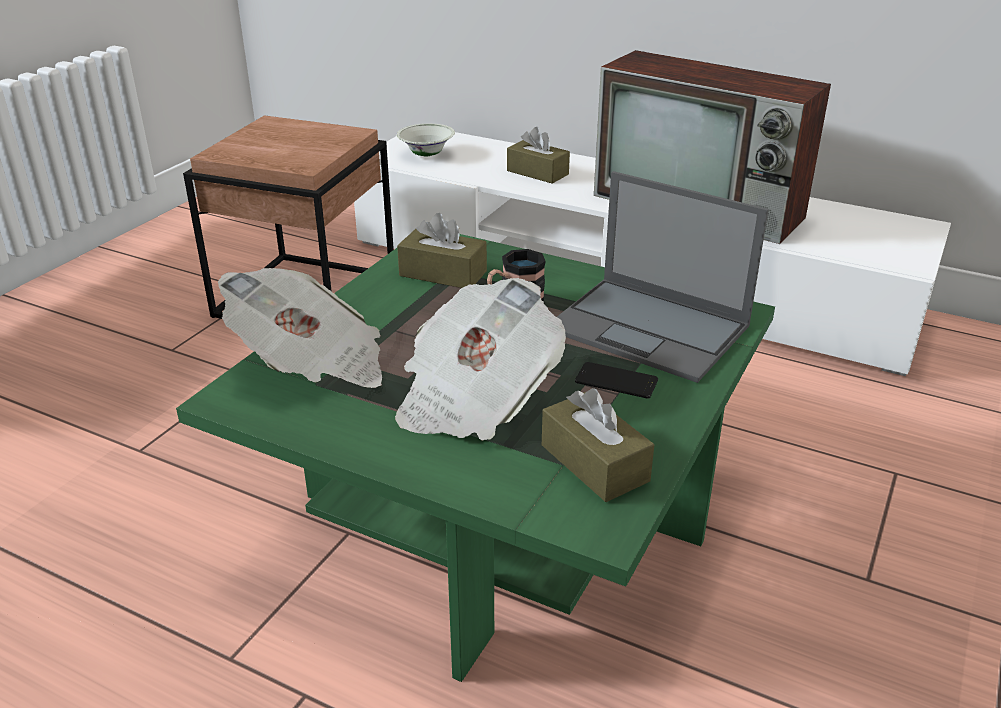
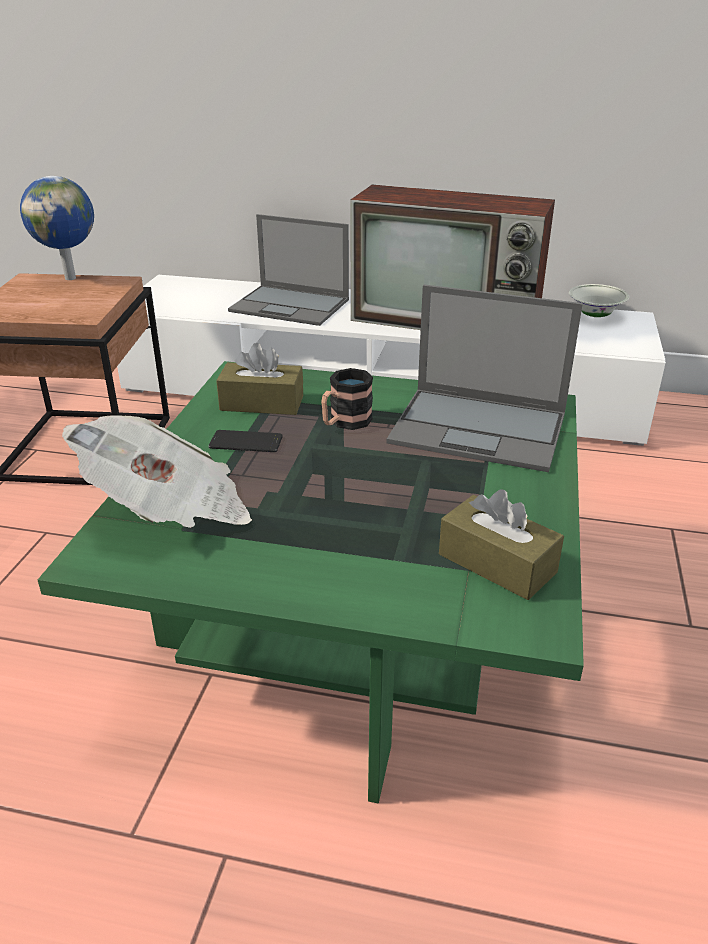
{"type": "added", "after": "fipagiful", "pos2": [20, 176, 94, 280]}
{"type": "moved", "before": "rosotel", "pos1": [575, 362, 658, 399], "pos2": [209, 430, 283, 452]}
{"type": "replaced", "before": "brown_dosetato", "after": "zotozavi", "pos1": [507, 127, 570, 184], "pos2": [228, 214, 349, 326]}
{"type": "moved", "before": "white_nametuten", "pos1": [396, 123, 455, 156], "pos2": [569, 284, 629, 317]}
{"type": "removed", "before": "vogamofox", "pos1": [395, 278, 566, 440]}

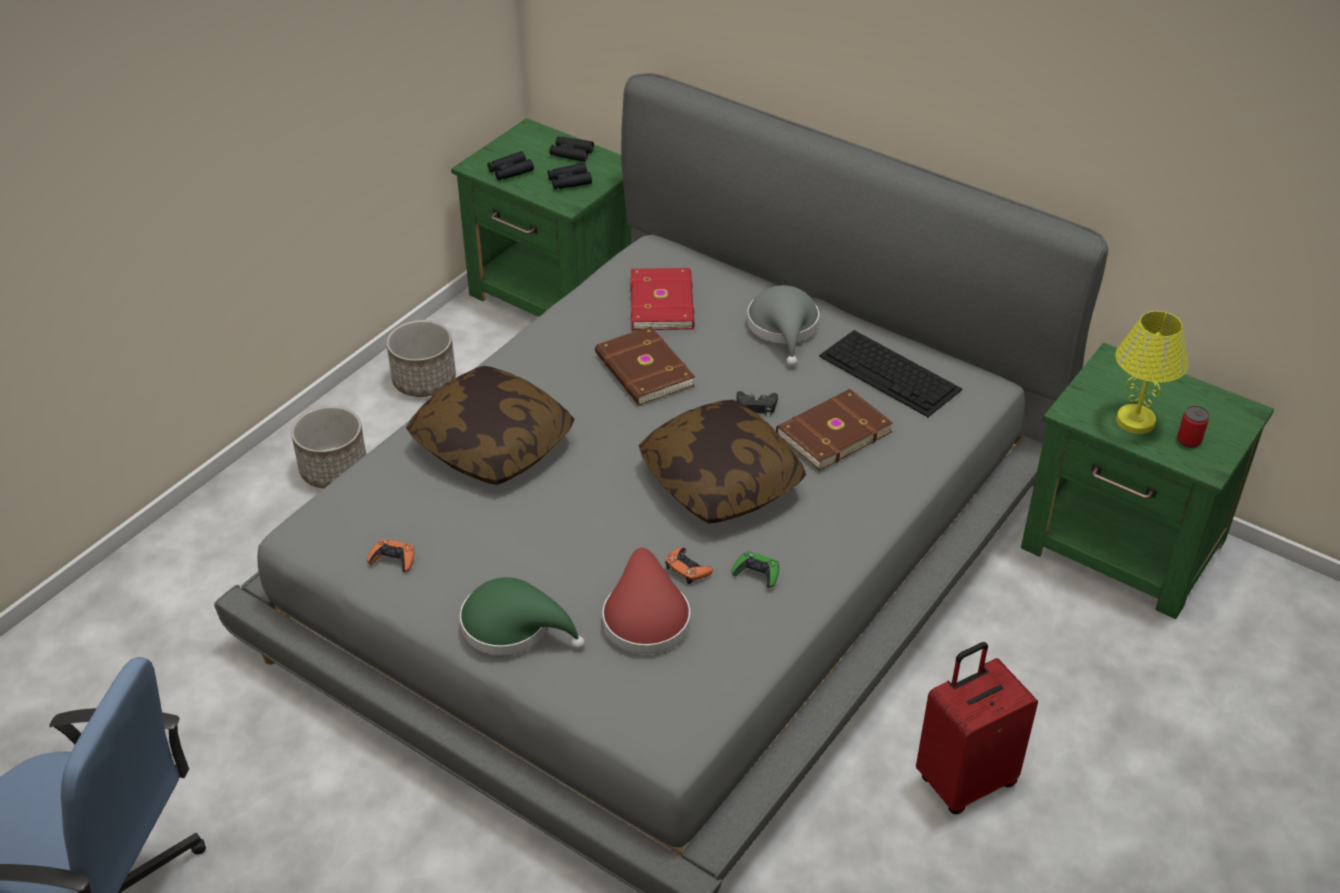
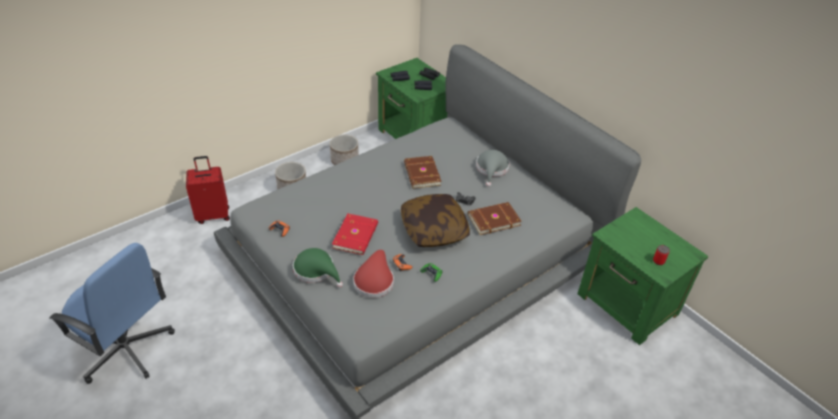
{"type": "moved", "before": "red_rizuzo", "pos1": [916, 642, 1038, 814], "pos2": [186, 156, 230, 224]}
{"type": "moved", "before": "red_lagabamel", "pos1": [630, 268, 695, 330], "pos2": [332, 213, 378, 255]}
{"type": "removed", "before": "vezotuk", "pos1": [406, 366, 575, 485]}
{"type": "removed", "before": "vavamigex", "pos1": [819, 330, 963, 417]}
{"type": "removed", "before": "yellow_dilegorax", "pos1": [1115, 311, 1188, 434]}

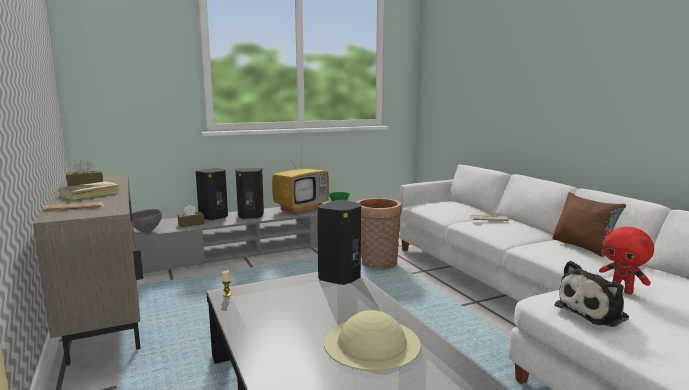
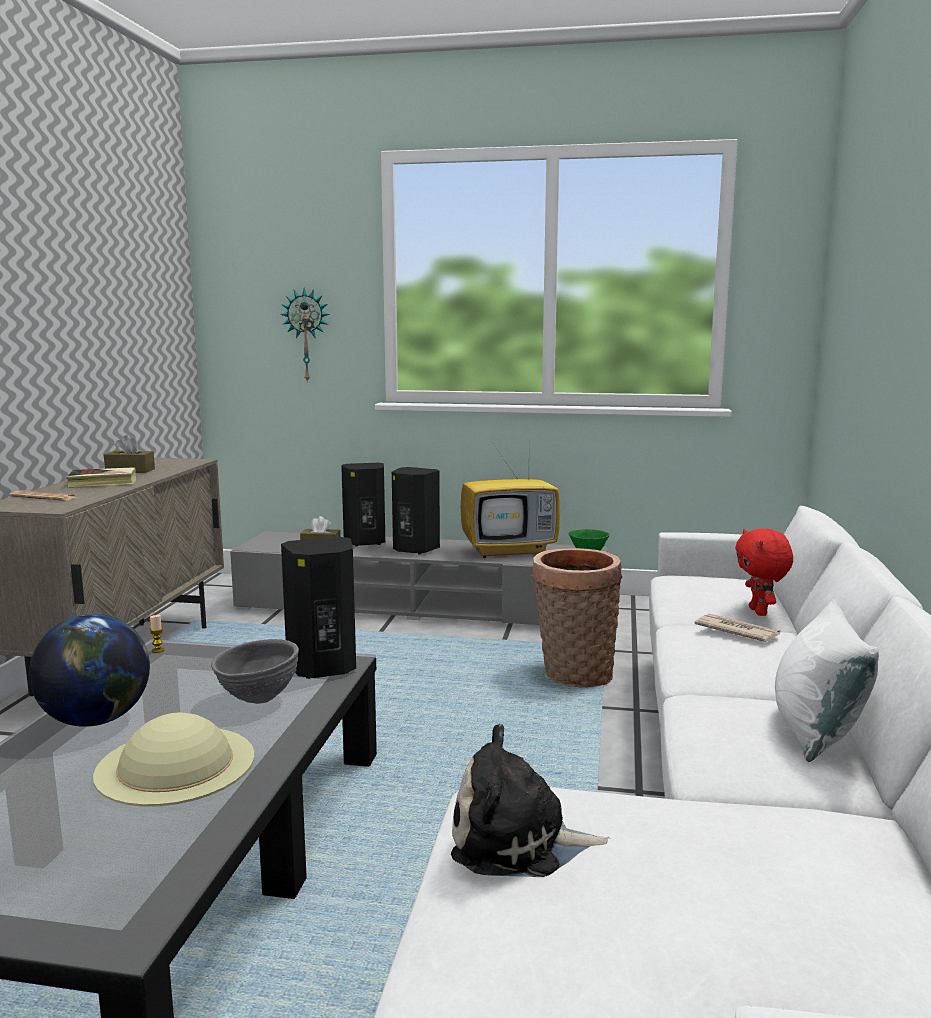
{"type": "added", "after": "fipagiful", "pos2": [29, 614, 150, 727]}
{"type": "moved", "before": "grey_nametuten", "pos1": [132, 209, 162, 232], "pos2": [211, 639, 299, 704]}
{"type": "added", "after": "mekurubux", "pos2": [280, 288, 330, 383]}
{"type": "moved", "before": "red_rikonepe", "pos1": [599, 227, 654, 295], "pos2": [735, 529, 793, 616]}
{"type": "recoloured", "before": "brown_vezotuk", "after": "white_vezotuk", "pos1": [552, 192, 626, 257], "pos2": [775, 599, 879, 762]}

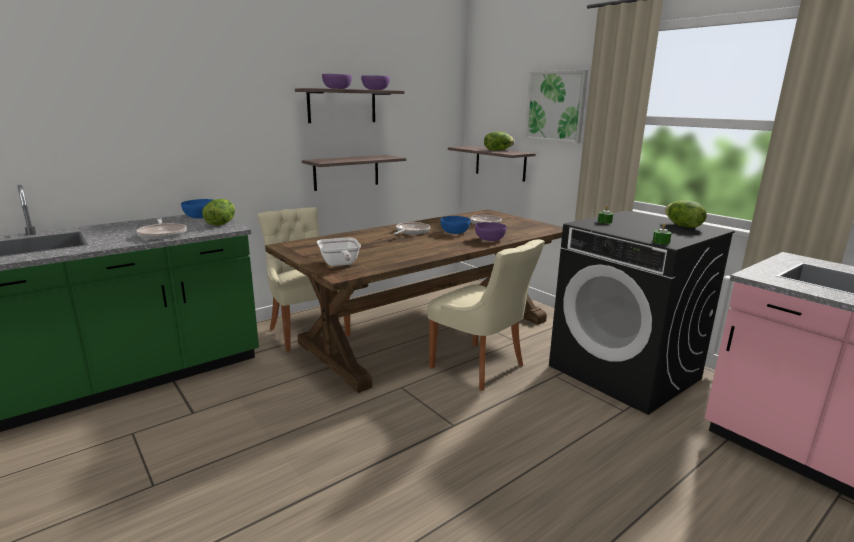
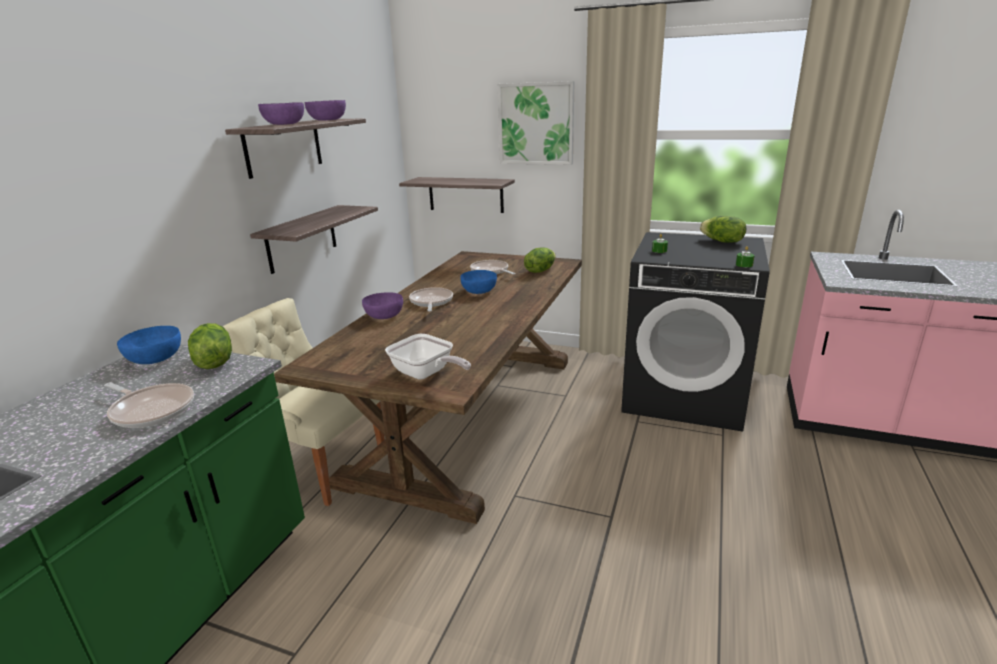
{"type": "moved", "before": "purple_nametuten", "pos1": [475, 222, 507, 241], "pos2": [362, 292, 403, 319]}
{"type": "moved", "before": "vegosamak", "pos1": [484, 132, 515, 151], "pos2": [524, 247, 556, 273]}
{"type": "removed", "before": "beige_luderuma", "pos1": [427, 239, 545, 391]}

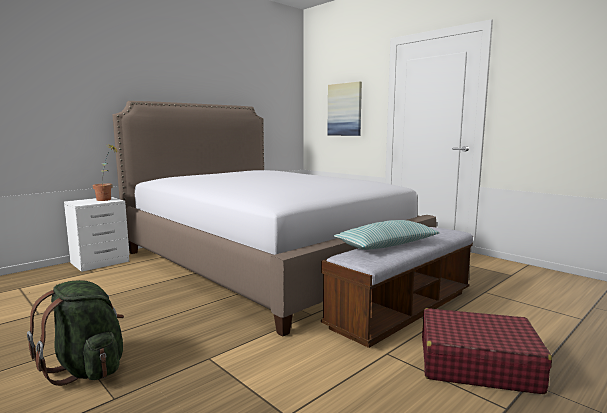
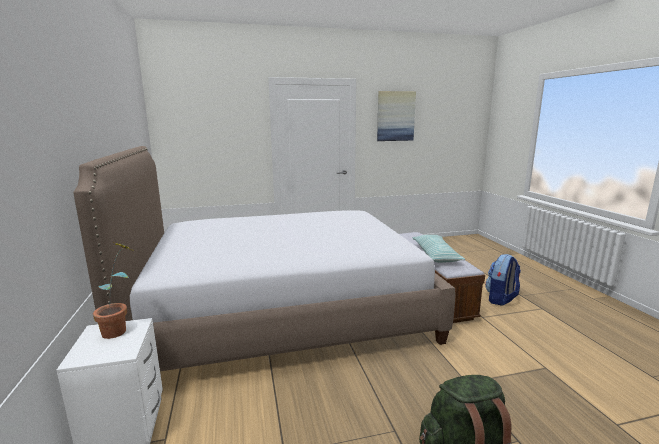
{"type": "moved", "before": "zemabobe", "pos1": [327, 82, 362, 136], "pos2": [377, 91, 416, 141]}
{"type": "replaced", "before": "red_rizuzo", "after": "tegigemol", "pos1": [422, 308, 552, 394], "pos2": [485, 254, 521, 306]}

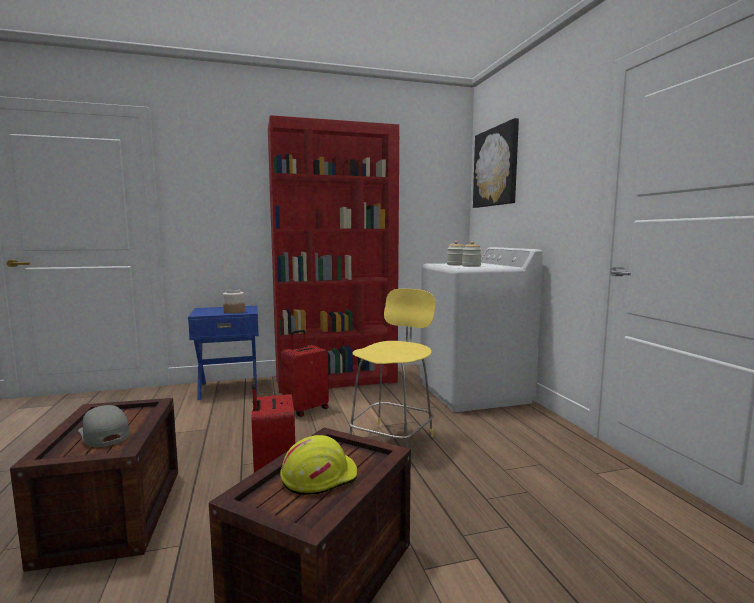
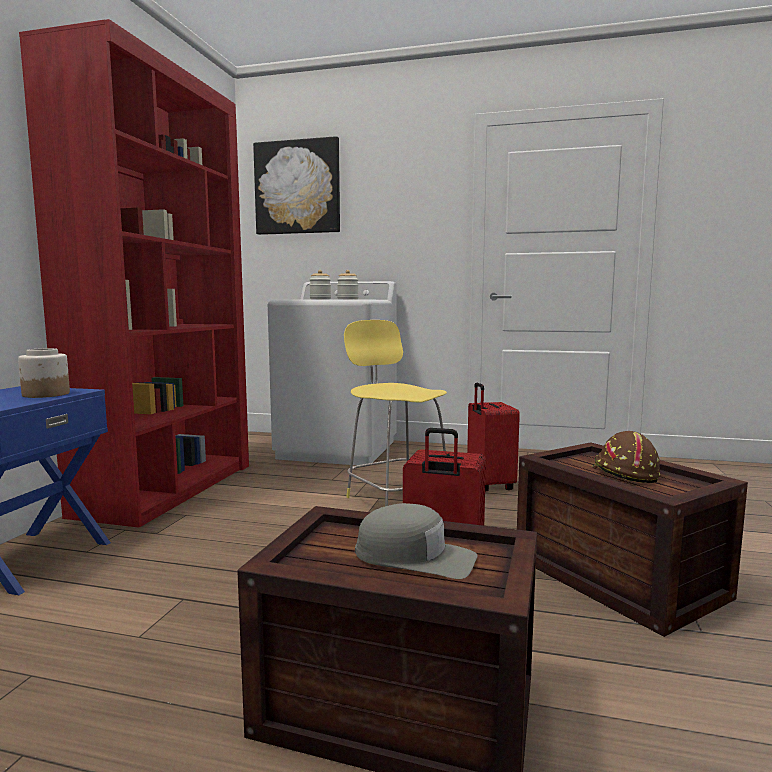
{"type": "turned", "before": "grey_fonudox", "pos1": [78, 405, 130, 447], "pos2": [355, 503, 478, 579], "turn": -150}
{"type": "moved", "before": "red_rizuzo", "pos1": [281, 330, 329, 417], "pos2": [467, 383, 520, 492]}
{"type": "recoloured", "before": "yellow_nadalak", "after": "brown_nadalak", "pos1": [280, 435, 358, 495], "pos2": [592, 431, 661, 483]}

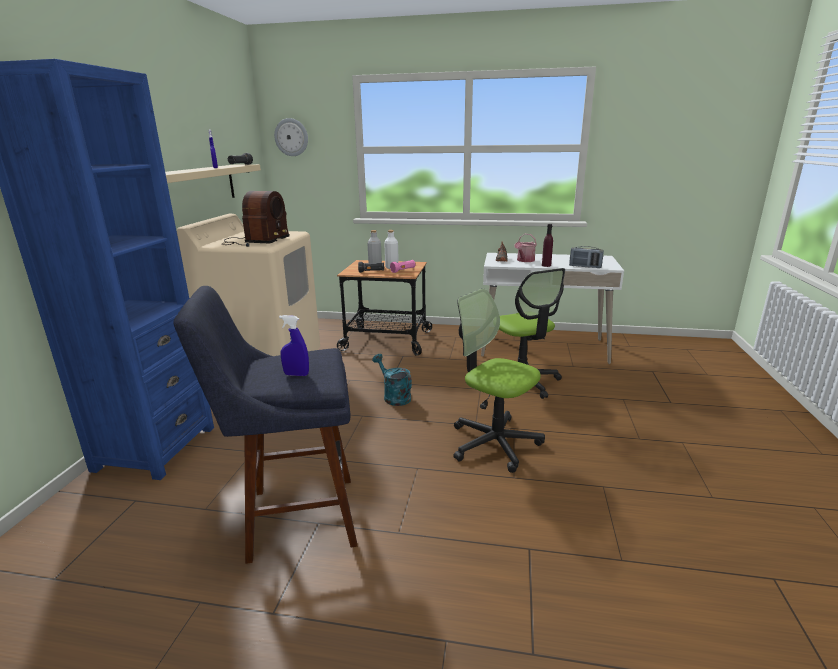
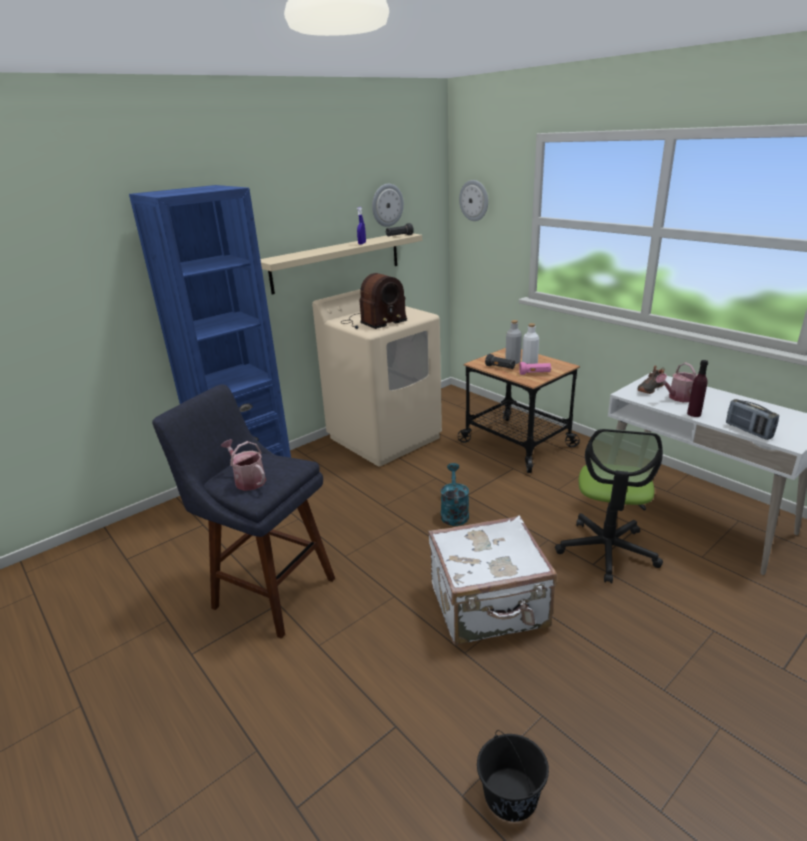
{"type": "replaced", "before": "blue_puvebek", "after": "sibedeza", "pos1": [279, 315, 309, 376], "pos2": [220, 439, 266, 491]}
{"type": "added", "after": "mekurubux", "pos2": [372, 184, 404, 227]}
{"type": "replaced", "before": "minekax", "after": "white_rizuzo", "pos1": [453, 288, 545, 473], "pos2": [428, 515, 557, 645]}
{"type": "added", "after": "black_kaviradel", "pos2": [477, 730, 549, 822]}

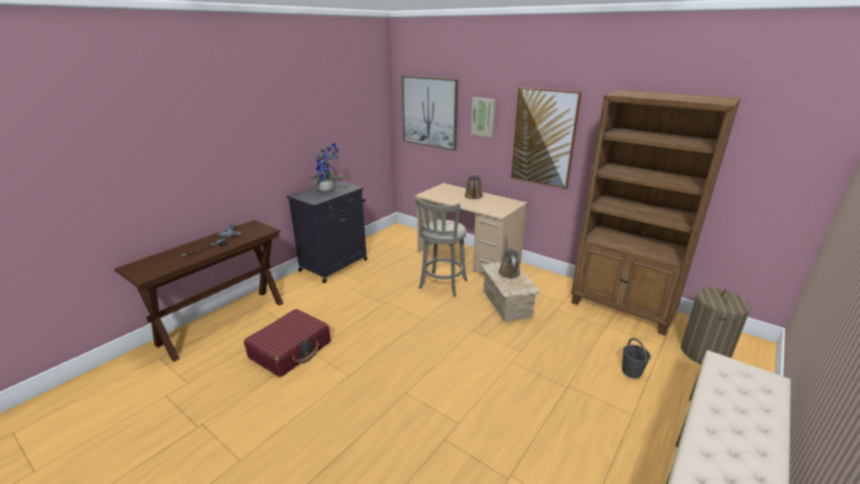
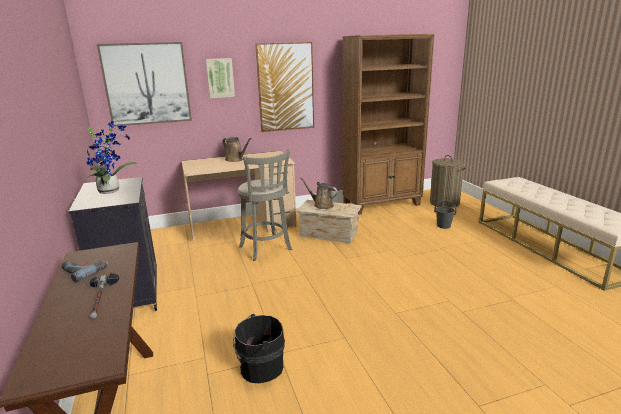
{"type": "replaced", "before": "red_rizuzo", "after": "black_kaviradel", "pos1": [244, 309, 331, 377], "pos2": [233, 314, 285, 383]}

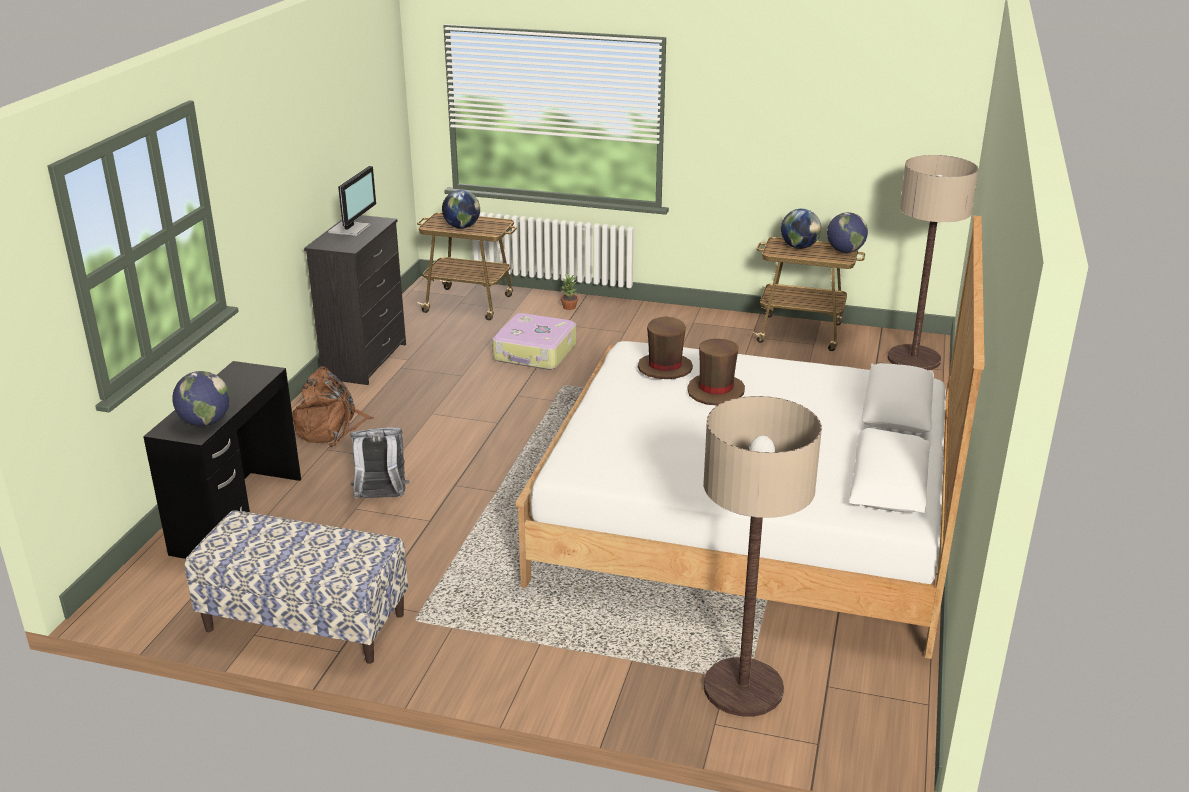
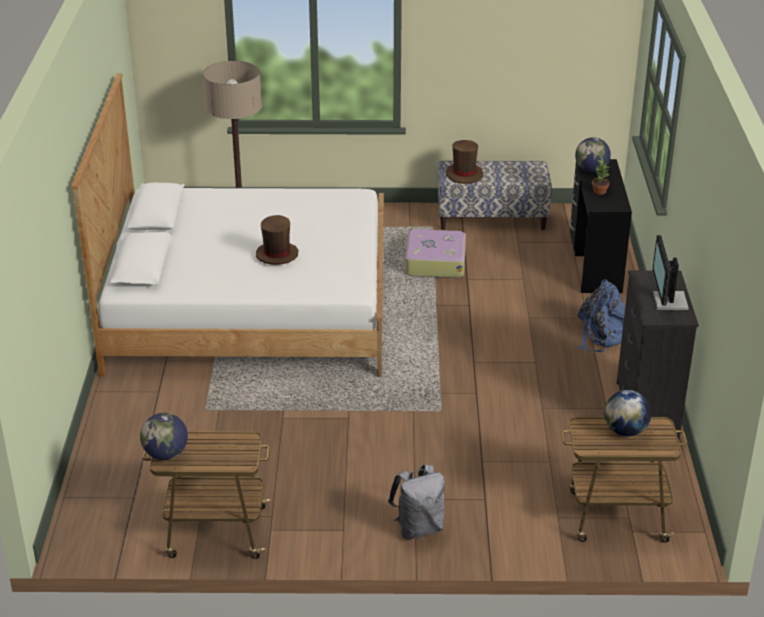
{"type": "moved", "before": "grey_tegigemol", "pos1": [350, 427, 409, 499], "pos2": [388, 465, 445, 540]}
{"type": "moved", "before": "rizuzo", "pos1": [492, 313, 576, 370], "pos2": [405, 229, 466, 278]}
{"type": "moved", "before": "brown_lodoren", "pos1": [638, 317, 693, 379], "pos2": [446, 140, 483, 184]}
{"type": "recoloured", "before": "brown_tegigemol", "after": "blue_tegigemol", "pos1": [292, 366, 374, 447], "pos2": [578, 279, 625, 352]}
{"type": "moved", "before": "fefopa", "pos1": [561, 274, 578, 310], "pos2": [592, 159, 609, 195]}
{"type": "removed", "before": "fipagiful", "pos1": [781, 209, 821, 249]}
{"type": "removed", "before": "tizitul", "pos1": [887, 155, 979, 370]}

